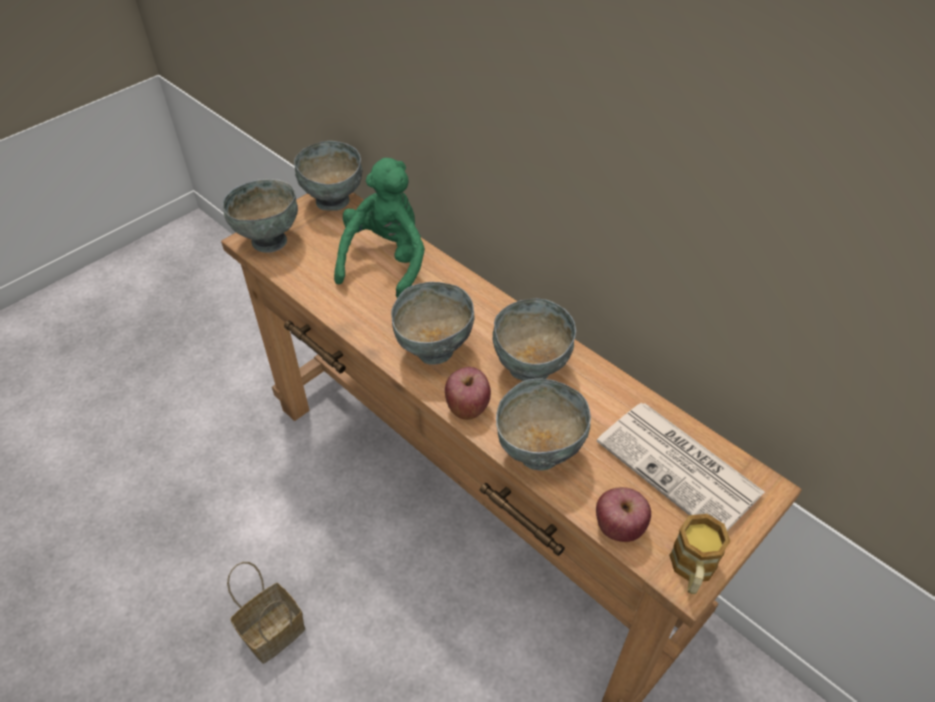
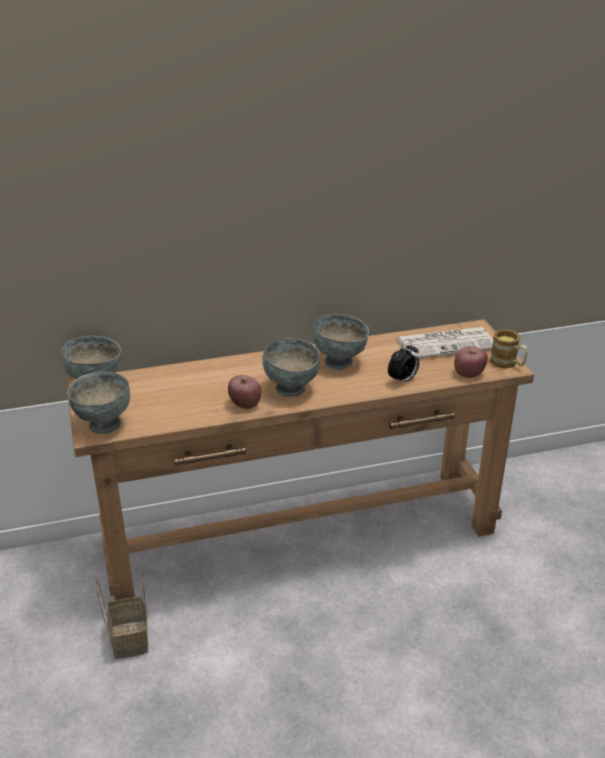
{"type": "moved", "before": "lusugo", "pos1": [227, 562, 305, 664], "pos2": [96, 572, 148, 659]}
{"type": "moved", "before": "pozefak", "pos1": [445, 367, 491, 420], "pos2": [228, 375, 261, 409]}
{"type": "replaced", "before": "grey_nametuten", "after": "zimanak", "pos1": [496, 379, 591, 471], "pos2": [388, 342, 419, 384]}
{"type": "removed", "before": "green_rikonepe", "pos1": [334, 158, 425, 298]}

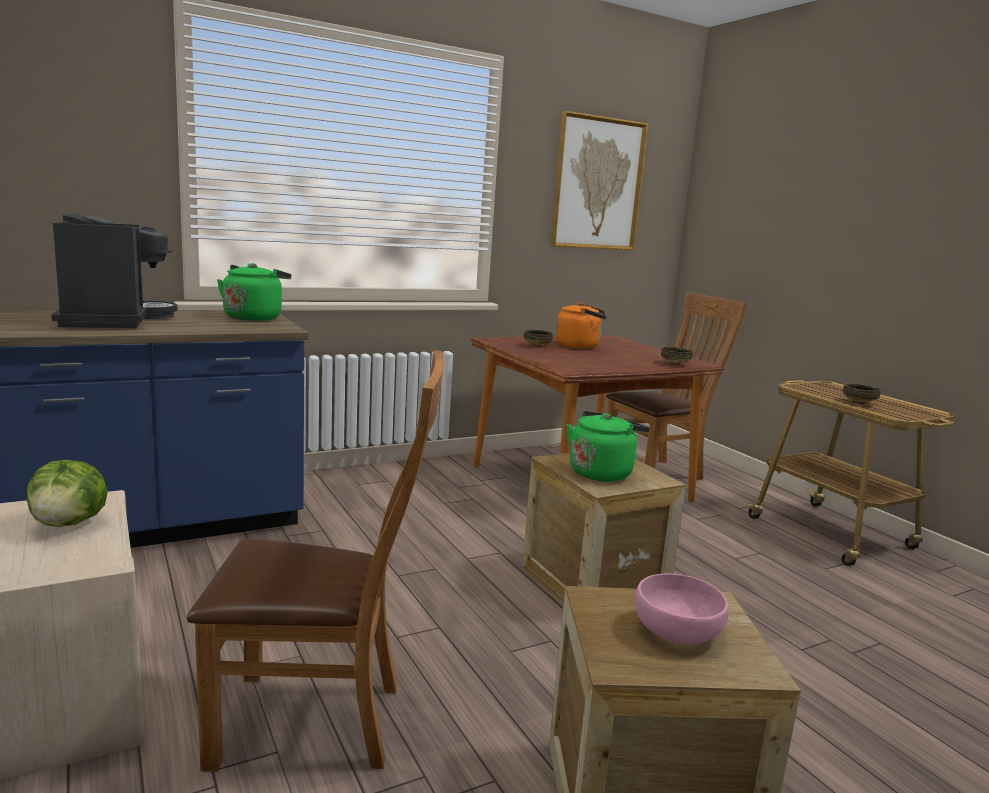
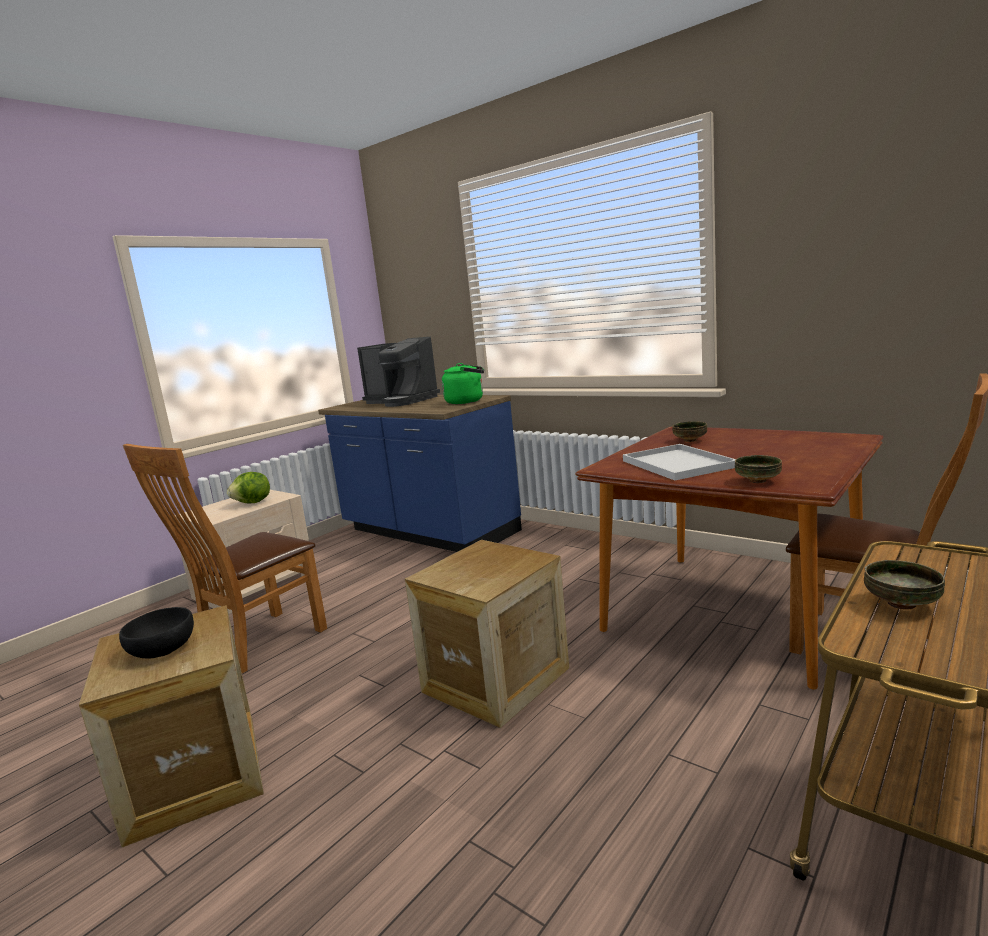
{"type": "recoloured", "before": "pink_nametuten", "after": "black_nametuten", "pos1": [635, 573, 729, 645], "pos2": [119, 607, 194, 658]}
{"type": "turned", "before": "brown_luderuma", "pos1": [187, 350, 444, 772], "pos2": [123, 444, 327, 673], "turn": 60}
{"type": "turned", "before": "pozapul", "pos1": [51, 213, 178, 328], "pos2": [357, 337, 440, 407], "turn": 75}
{"type": "added", "after": "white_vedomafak", "pos2": [623, 444, 736, 480]}
{"type": "removed", "before": "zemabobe", "pos1": [550, 111, 648, 250]}
{"type": "removed", "before": "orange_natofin", "pos1": [555, 303, 607, 349]}
{"type": "removed", "before": "green_natofin", "pos1": [567, 411, 650, 482]}

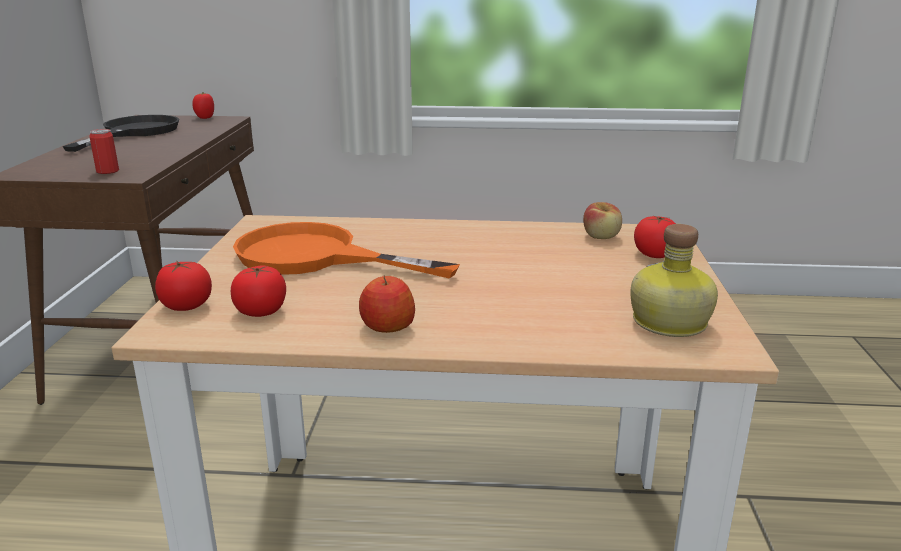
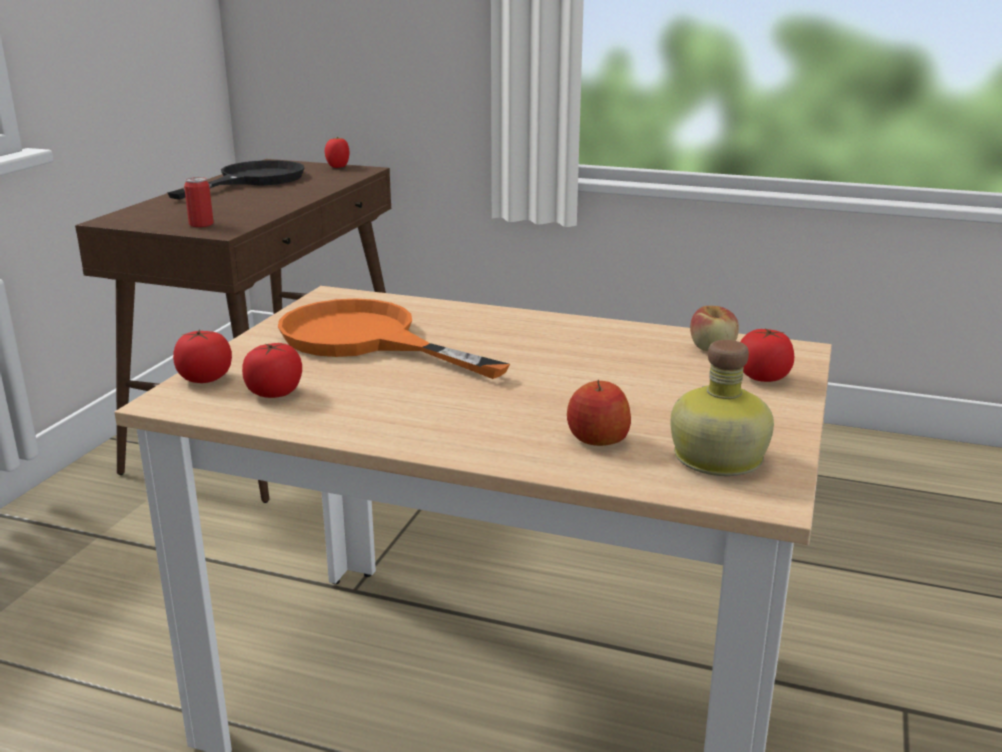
{"type": "moved", "before": "pozefak", "pos1": [359, 275, 415, 333], "pos2": [567, 380, 631, 446]}

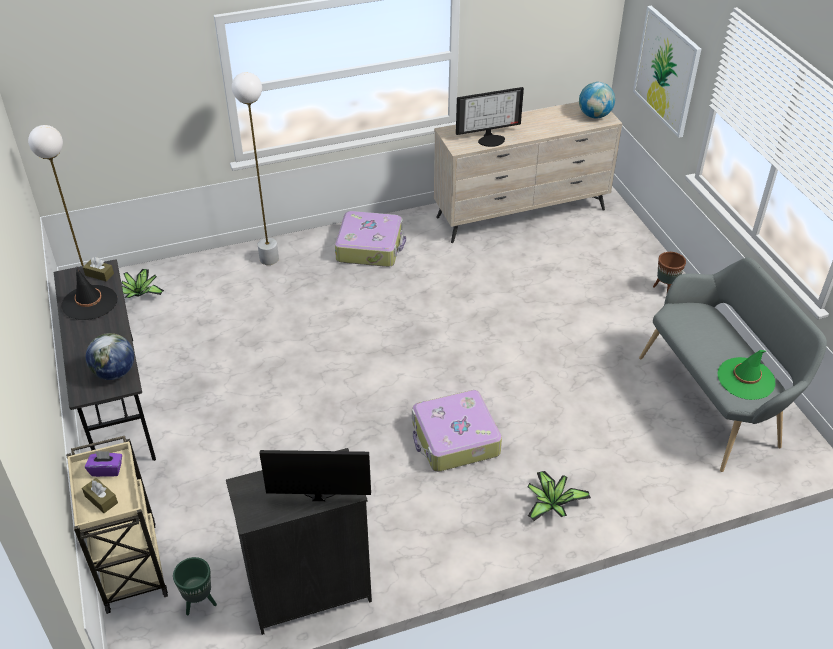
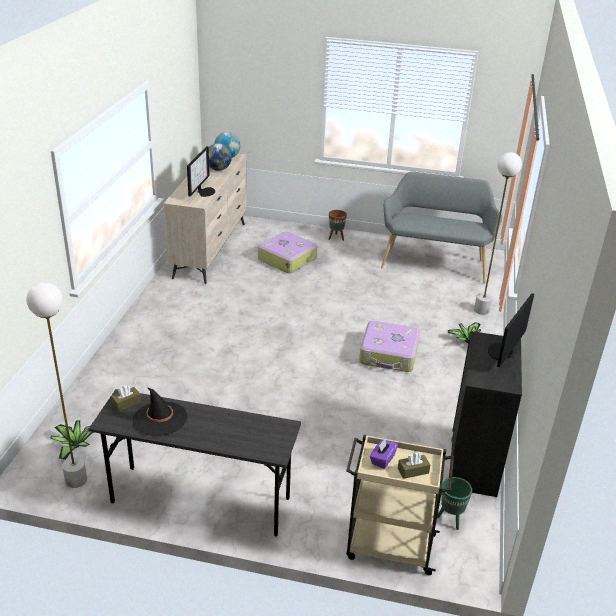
{"type": "moved", "before": "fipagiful", "pos1": [86, 333, 134, 380], "pos2": [209, 143, 232, 171]}
{"type": "moved", "before": "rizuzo", "pos1": [335, 211, 406, 267], "pos2": [258, 232, 317, 273]}
{"type": "moved", "before": "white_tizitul", "pos1": [232, 72, 279, 265], "pos2": [474, 152, 522, 315]}
{"type": "removed", "before": "zemabobe", "pos1": [633, 6, 701, 138]}
{"type": "removed", "before": "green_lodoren", "pos1": [718, 350, 775, 400]}

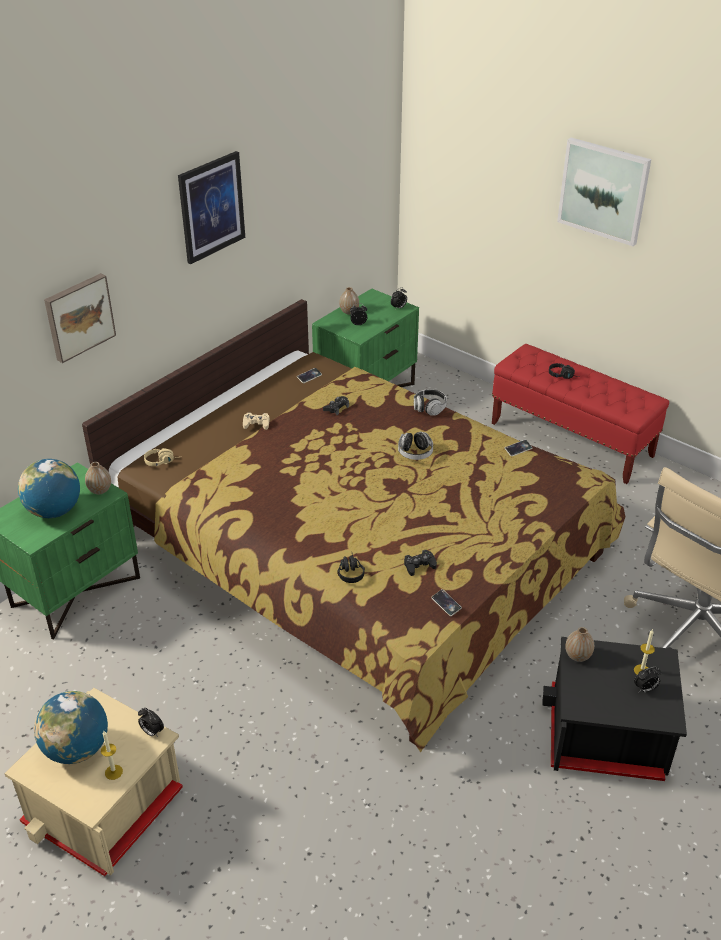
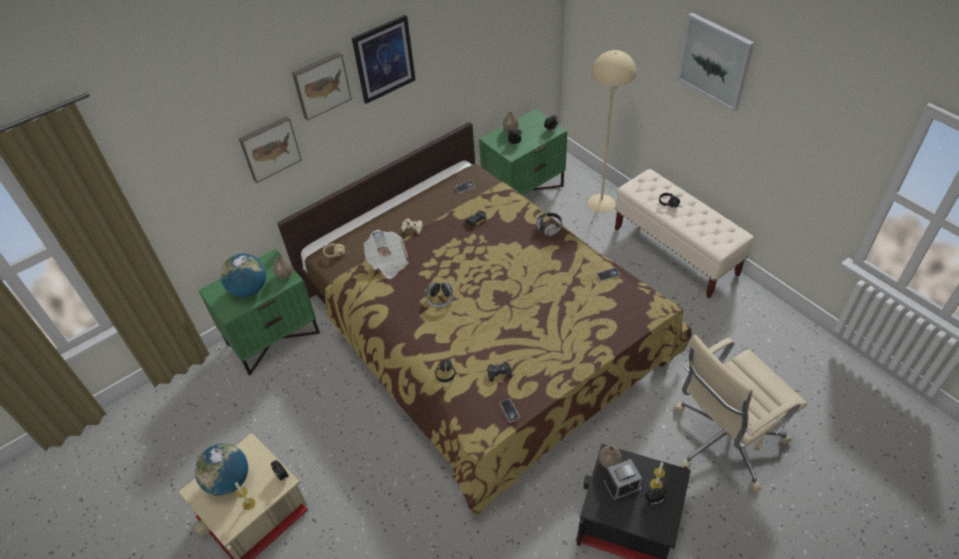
{"type": "added", "after": "zemabobe", "pos2": [292, 52, 352, 121]}
{"type": "added", "after": "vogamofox", "pos2": [364, 230, 409, 279]}
{"type": "moved", "before": "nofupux", "pos1": [398, 432, 433, 460], "pos2": [425, 282, 454, 308]}
{"type": "added", "after": "beige_tizitul", "pos2": [587, 50, 636, 213]}
{"type": "added", "after": "zimanak", "pos2": [604, 459, 642, 501]}
{"type": "recoloured", "before": "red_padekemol", "after": "beige_padekemol", "pos1": [492, 344, 669, 484], "pos2": [615, 169, 754, 298]}

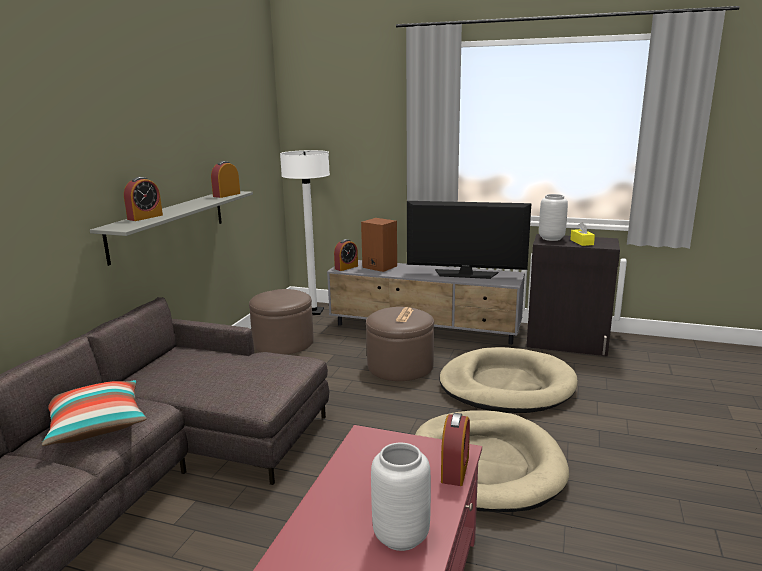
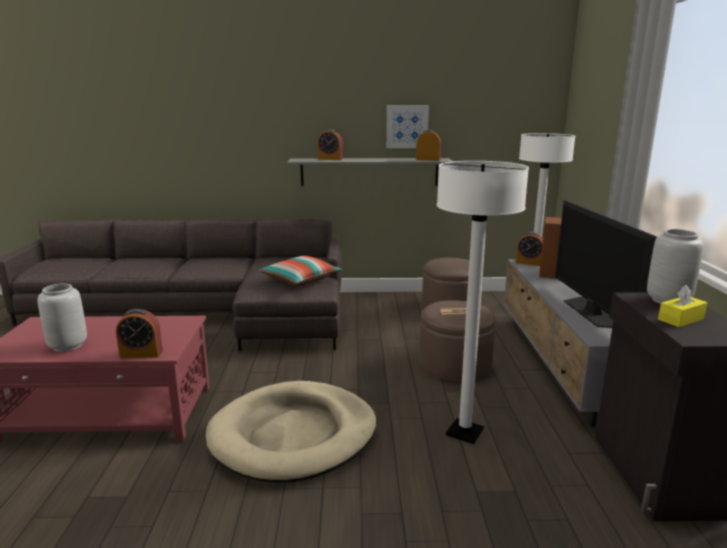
{"type": "moved", "before": "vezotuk", "pos1": [42, 380, 147, 446], "pos2": [258, 256, 342, 286]}
{"type": "added", "after": "zemabobe", "pos2": [386, 105, 429, 148]}
{"type": "replaced", "before": "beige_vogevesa", "after": "white_tizitul", "pos1": [439, 347, 578, 413], "pos2": [437, 161, 529, 444]}

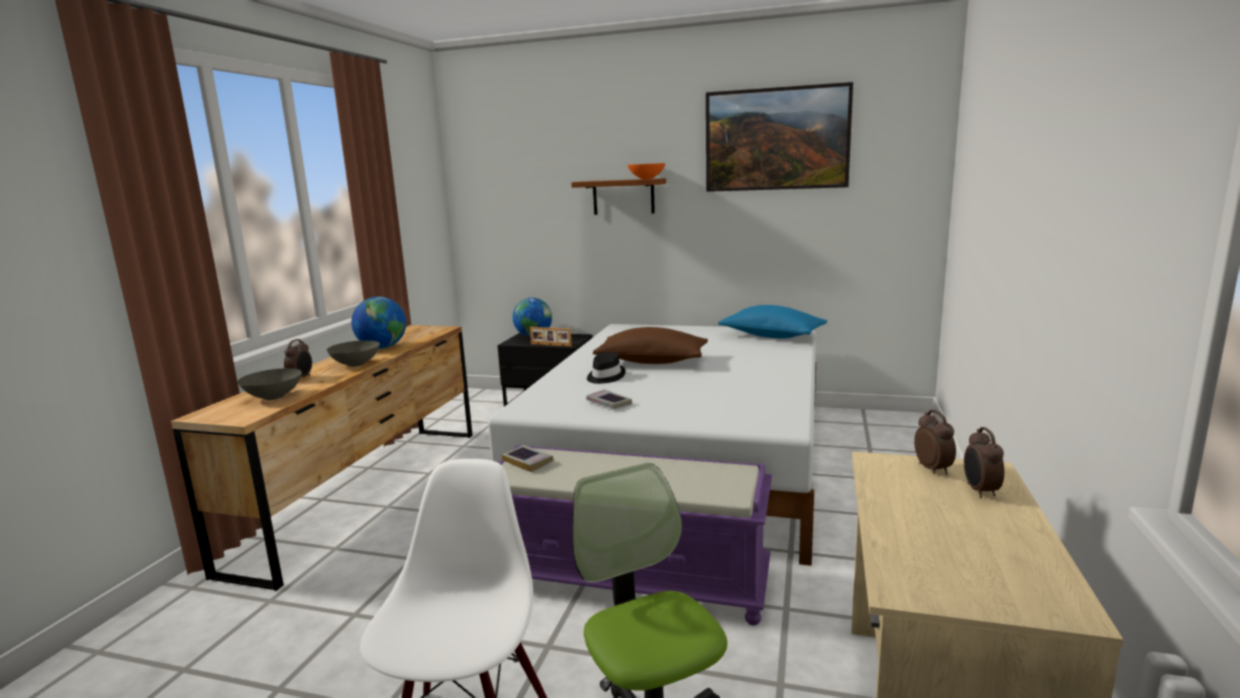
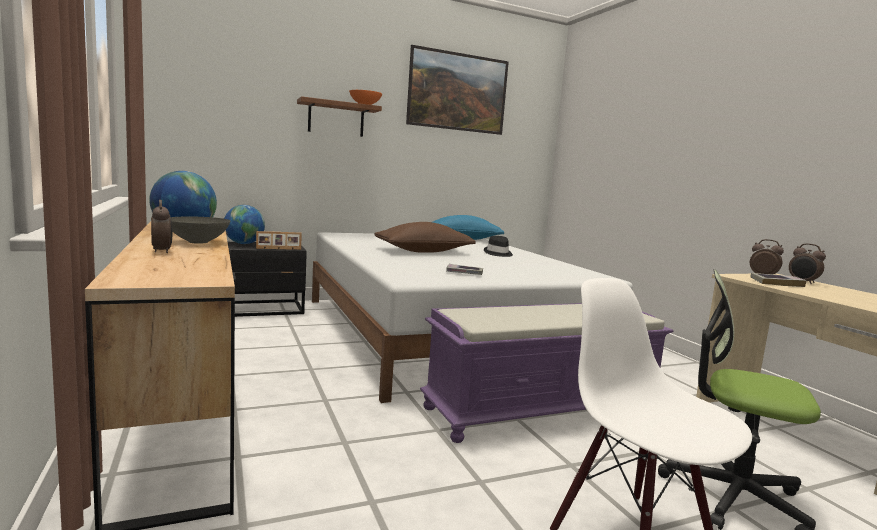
{"type": "moved", "before": "black_lodoren", "pos1": [587, 352, 626, 384], "pos2": [484, 236, 513, 257]}
{"type": "moved", "before": "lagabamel", "pos1": [502, 445, 553, 472], "pos2": [750, 273, 807, 287]}
{"type": "removed", "before": "grey_nametuten", "pos1": [238, 368, 302, 400]}

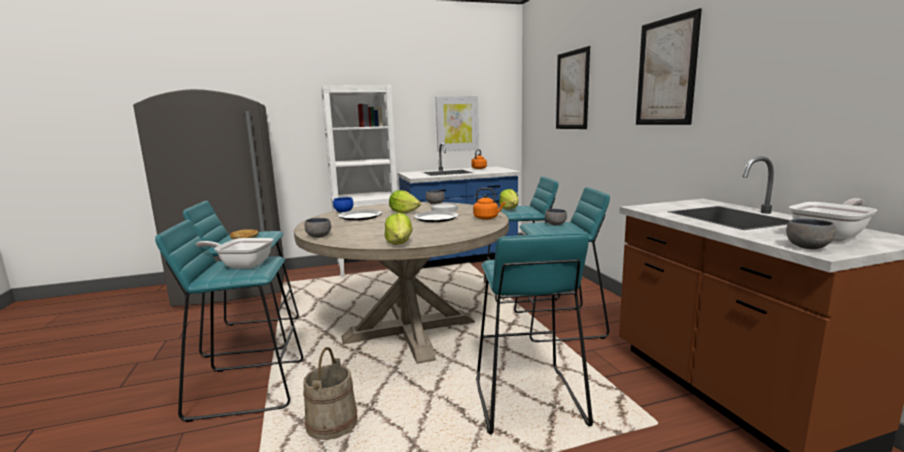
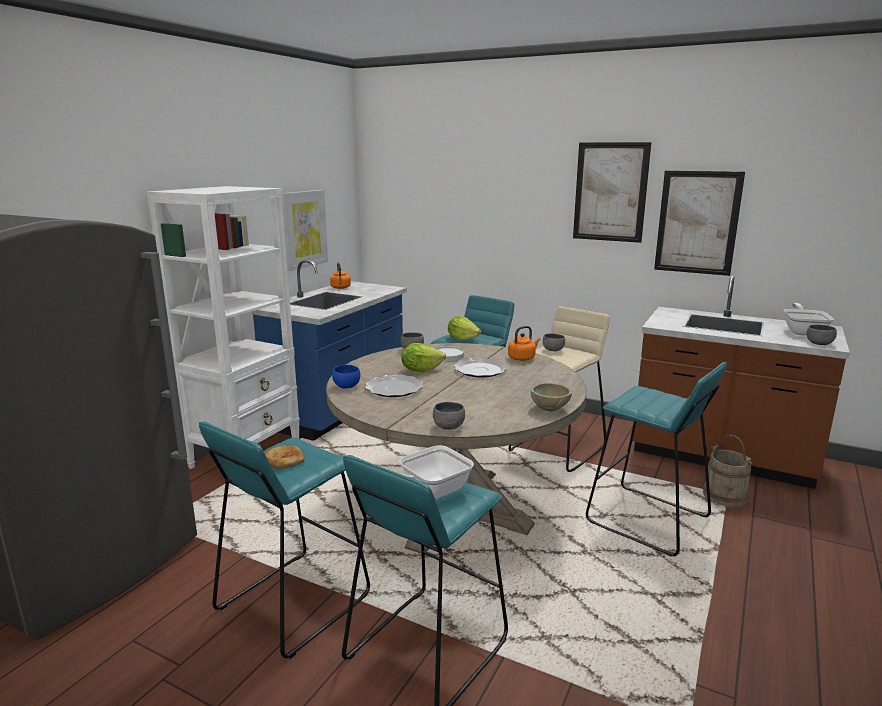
{"type": "recoloured", "before": "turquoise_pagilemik", "after": "beige_pagilemik", "pos1": [514, 187, 610, 342], "pos2": [509, 306, 610, 472]}
{"type": "replaced", "before": "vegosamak", "after": "beige_nametuten", "pos1": [385, 213, 413, 245], "pos2": [531, 383, 572, 411]}
{"type": "moved", "before": "zemabobe", "pos1": [556, 46, 590, 129], "pos2": [654, 170, 745, 276]}
{"type": "moved", "before": "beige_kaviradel", "pos1": [303, 347, 357, 440], "pos2": [703, 435, 753, 508]}

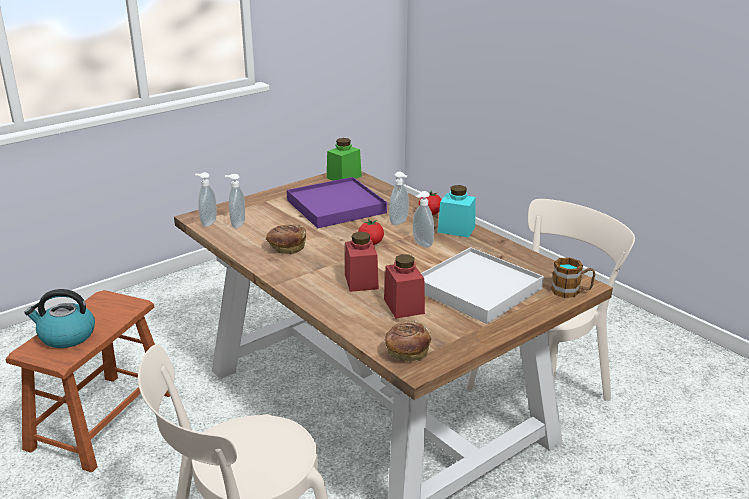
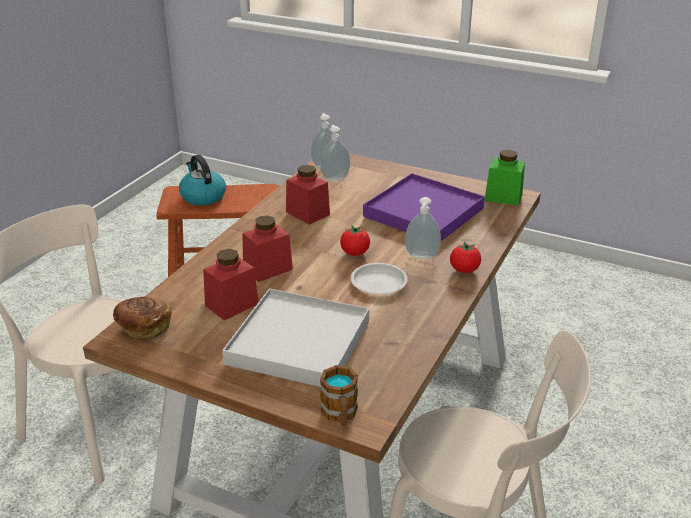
{"type": "replaced", "before": "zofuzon", "after": "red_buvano", "pos1": [266, 224, 306, 254], "pos2": [286, 165, 330, 225]}
{"type": "replaced", "before": "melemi", "after": "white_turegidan", "pos1": [413, 191, 434, 248], "pos2": [350, 263, 408, 295]}
{"type": "removed", "before": "turquoise_buvano", "pos1": [437, 185, 476, 238]}

